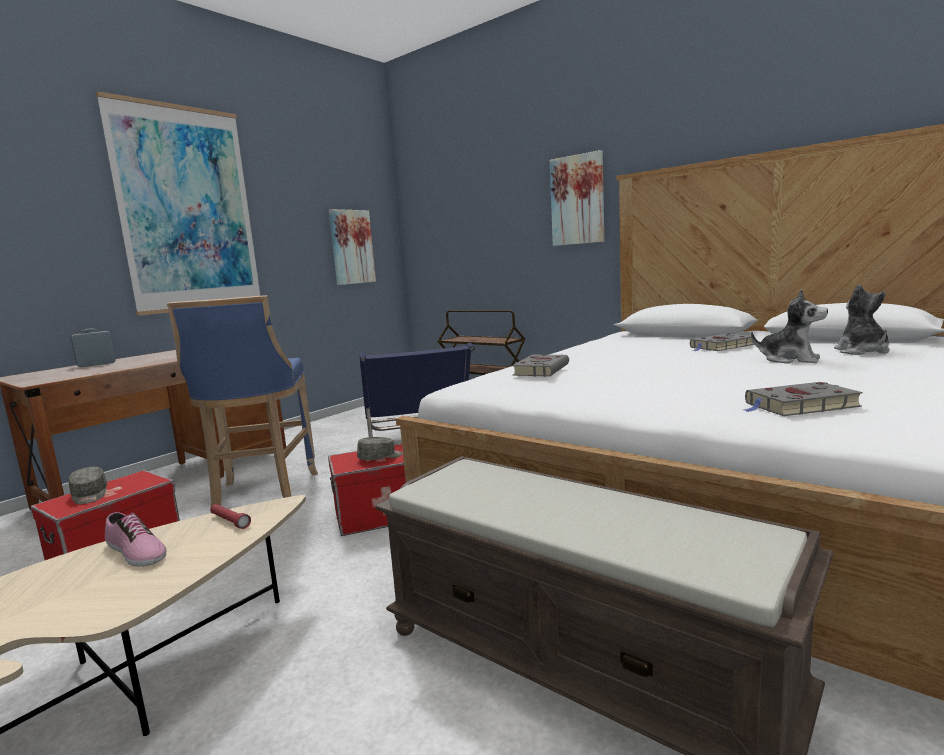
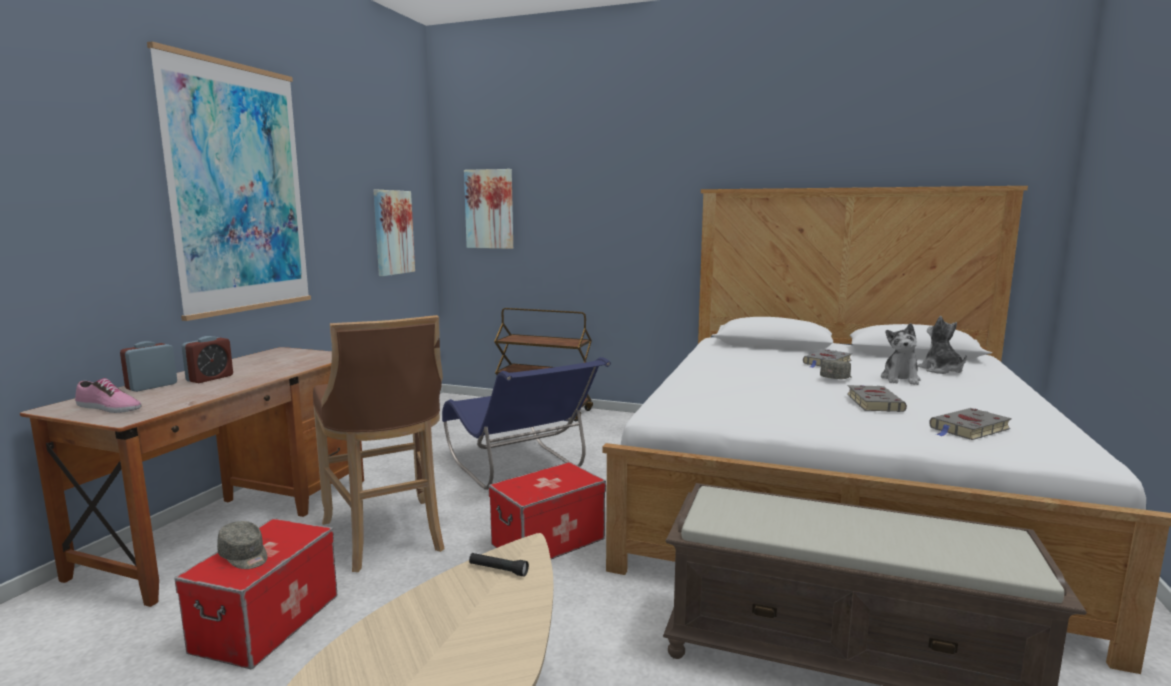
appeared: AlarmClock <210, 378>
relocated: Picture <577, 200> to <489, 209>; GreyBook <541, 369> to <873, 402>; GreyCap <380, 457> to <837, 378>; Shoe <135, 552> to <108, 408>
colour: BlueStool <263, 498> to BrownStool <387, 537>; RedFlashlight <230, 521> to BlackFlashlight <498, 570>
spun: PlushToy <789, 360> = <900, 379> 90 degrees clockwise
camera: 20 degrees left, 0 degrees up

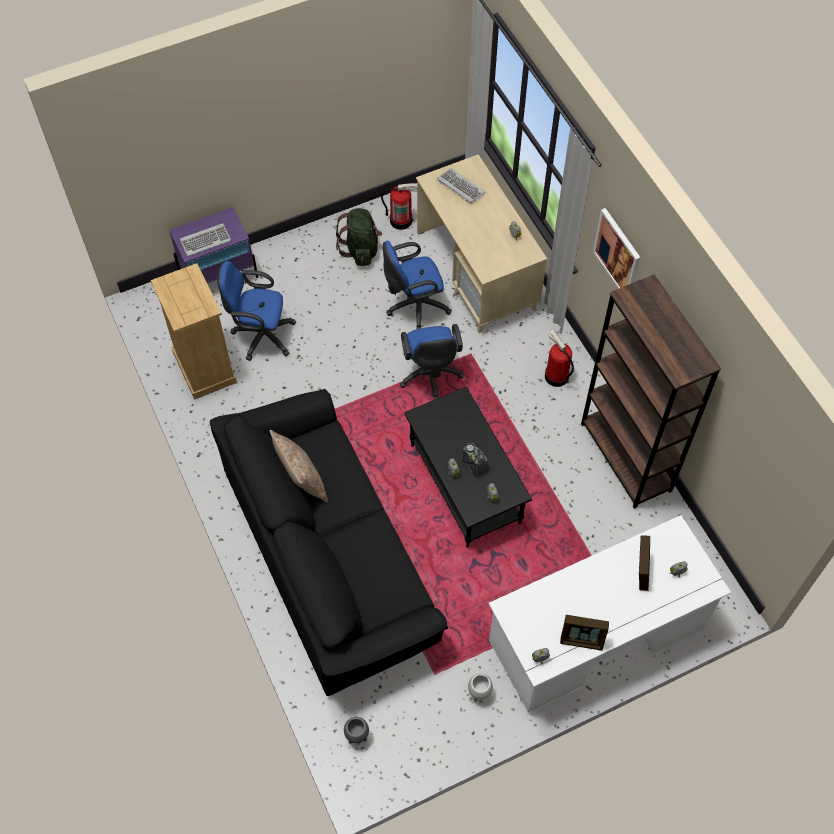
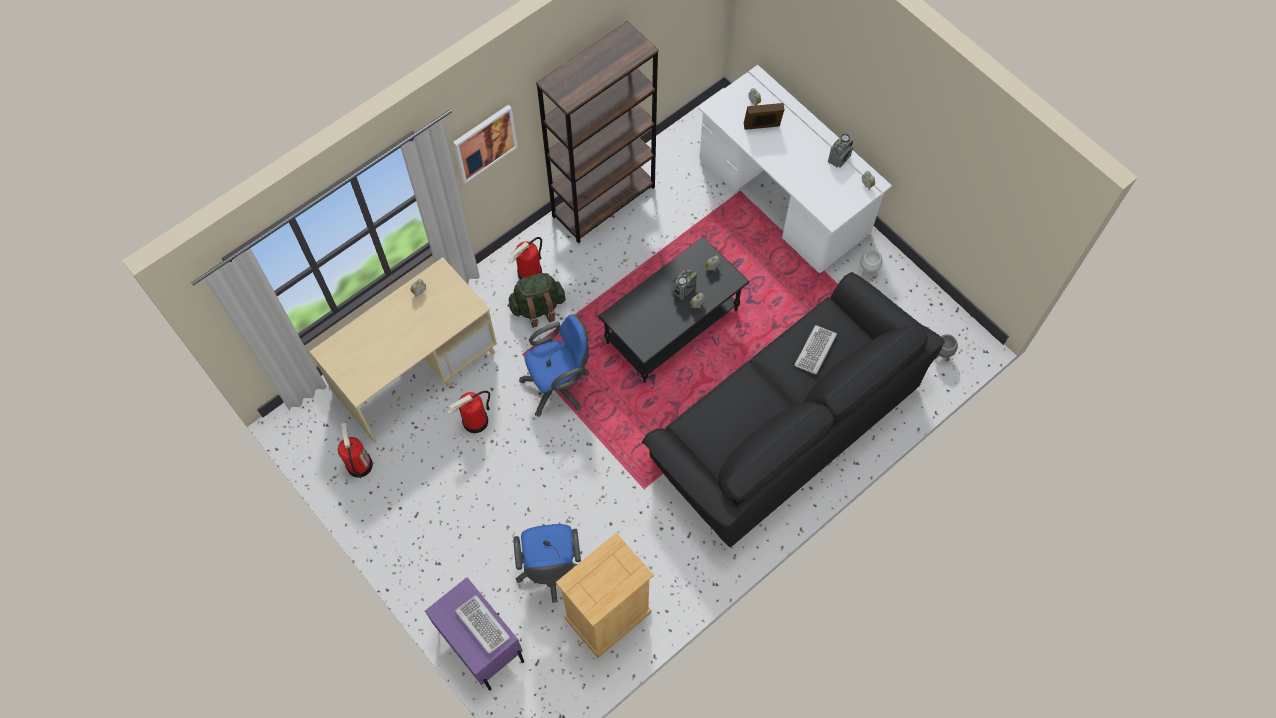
missing: BeigePillow <301, 480>
relocated: Keyboard <460, 187> to <815, 351>; GreenBackpack <361, 249> to <538, 308>
exchanged: BlueOfficeChair <414, 306> to FireExtinguisher <475, 421>; PictureFrame <582, 640> to Radio <839, 158>
camera: 105 degrees left, 5 degrees up

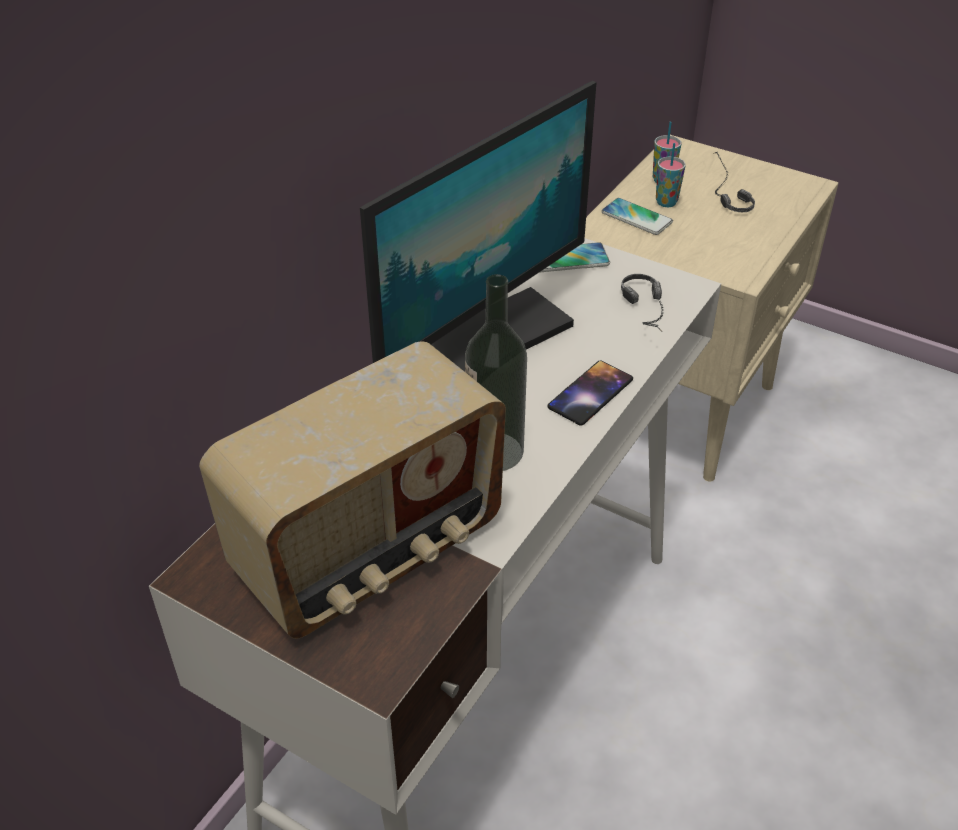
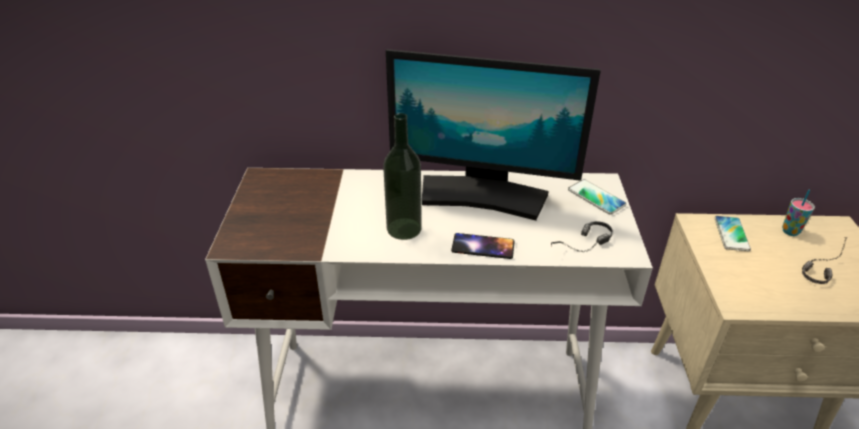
missing: Cup <666, 202>; Radio <370, 553>
camera: 60 degrees right, 5 degrees down

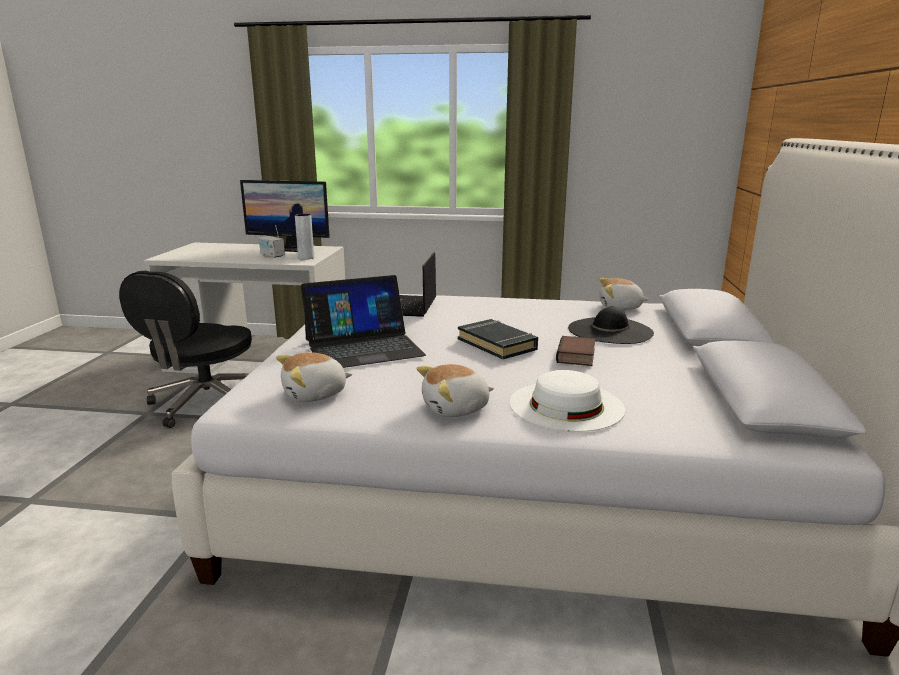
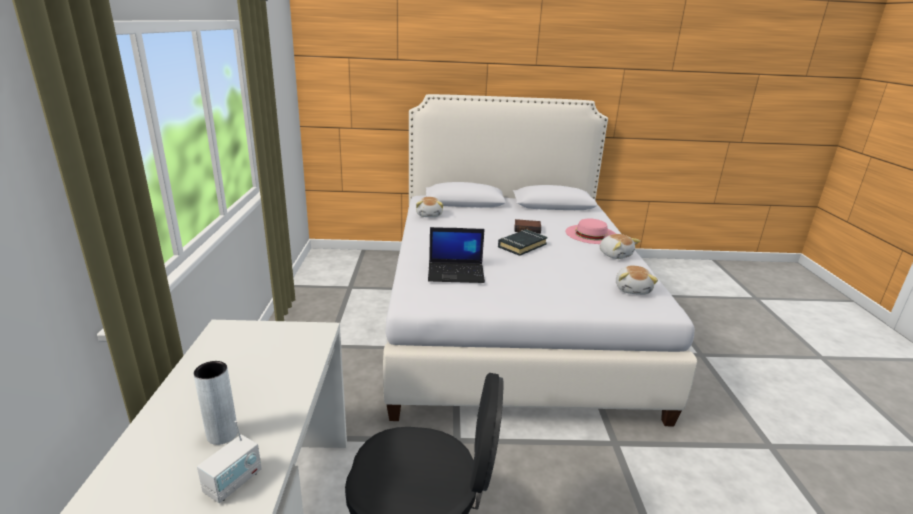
missing: Monitor <290, 249>; Laptop <363, 347>; BlackHat <610, 331>
relocated: GreyVase <306, 258> to <222, 434>; Radio <272, 255> to <233, 482>
colour: WhiteHat <566, 405> to PinkHat <591, 234>
spun: PlushToy <315, 394> = <633, 289> 45 degrees clockwise
camera: 100 degrees left, 5 degrees up

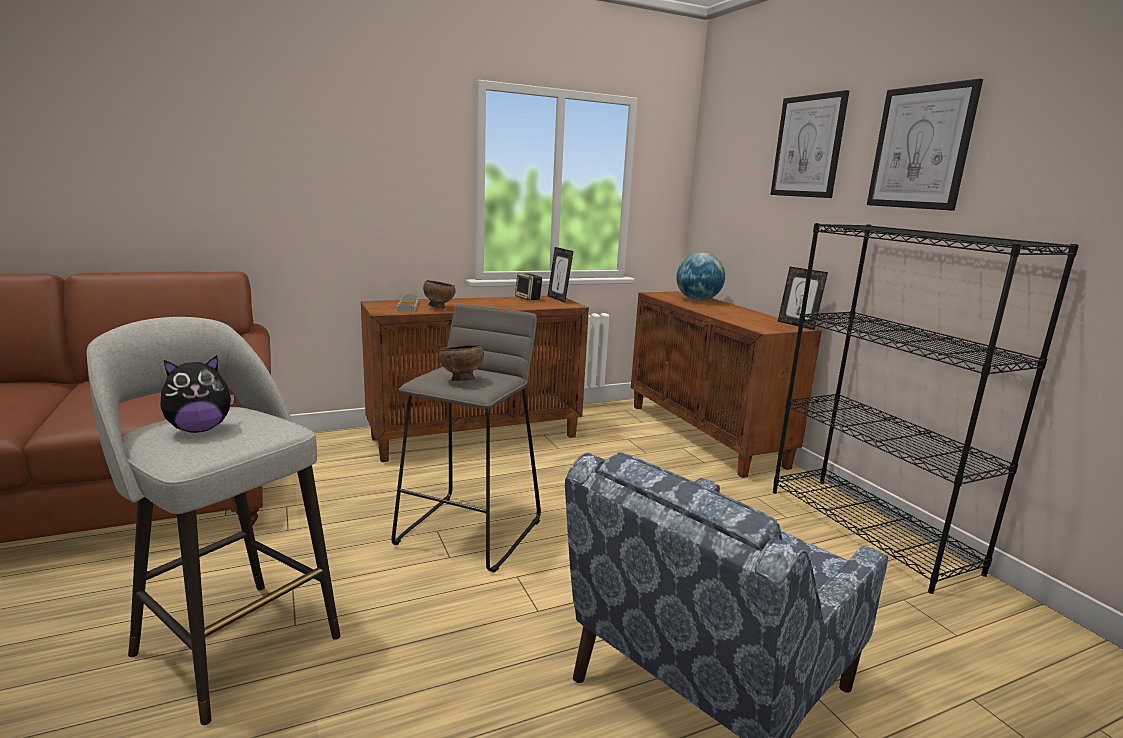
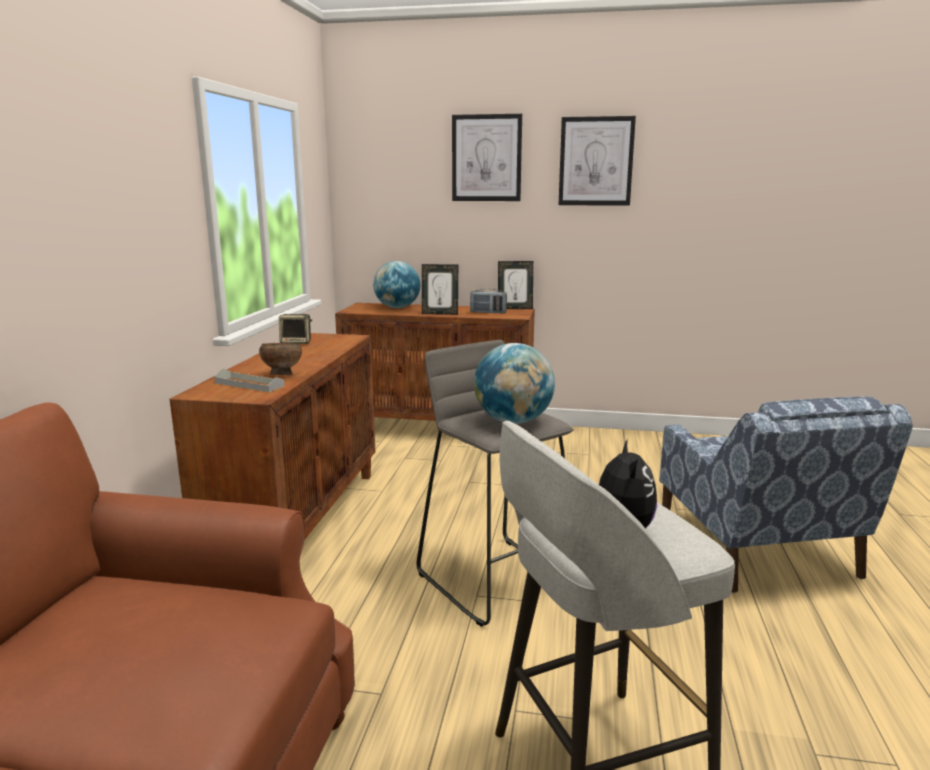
missing: BlackBookcase <869, 530>
appeared: Radio <488, 312>
relocated: PictureFrame <558, 299> to <440, 313>
exchanged: BrownBowl <461, 381> to Globe <513, 421>
camera: 55 degrees left, 0 degrees up

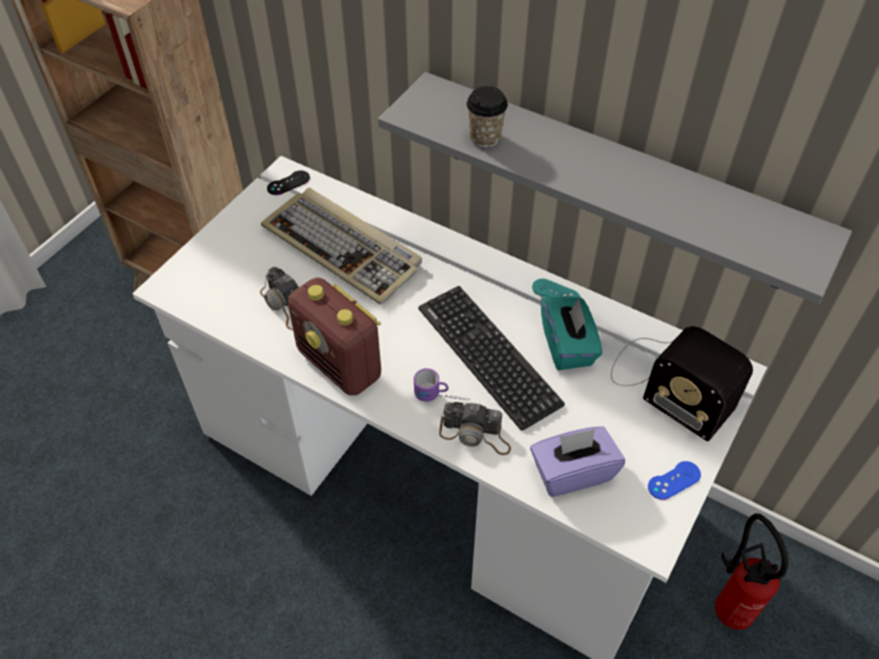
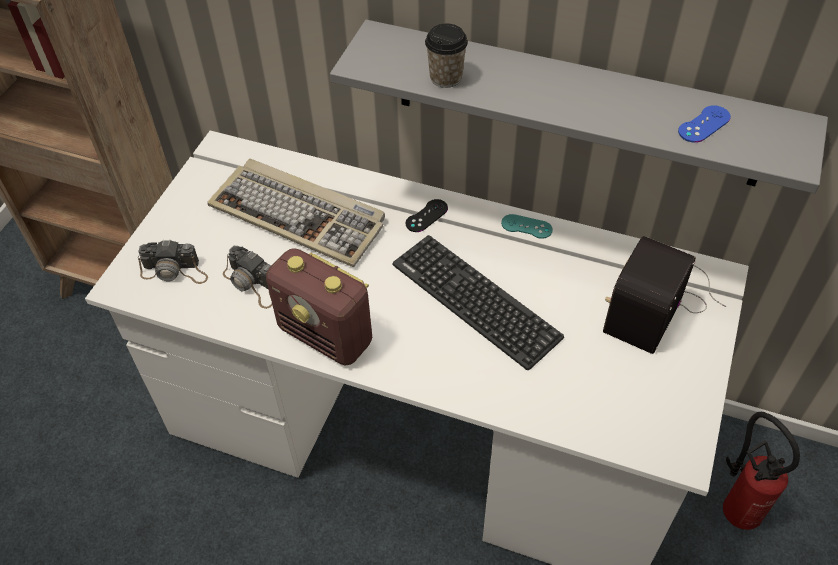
missing: TurquoiseTissueBox <567, 346>; Mug <441, 398>; PurpleTissueBox <572, 472>
relocated: BlackGameController <288, 183> to <426, 216>; PhotoCamera <475, 435> to <175, 271>; BlueGameController <674, 480> to <704, 124>
spun: Radio <668, 384> = <658, 298> 90 degrees clockwise
camera: 10 degrees left, 0 degrees up

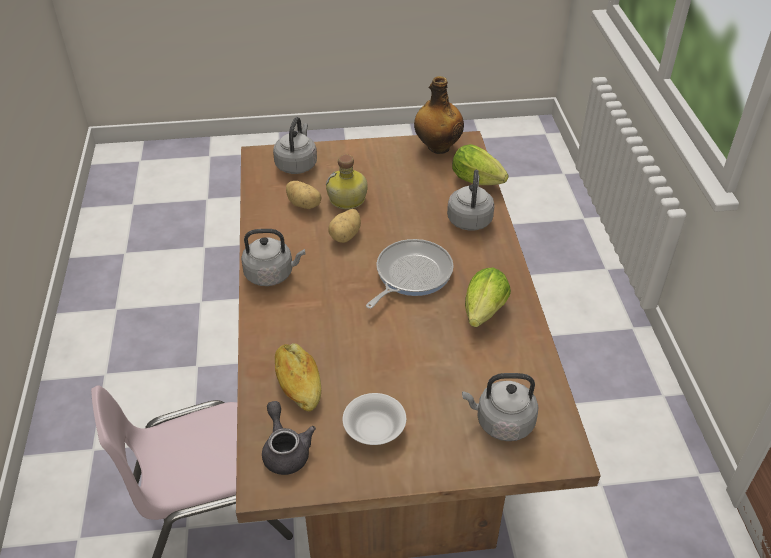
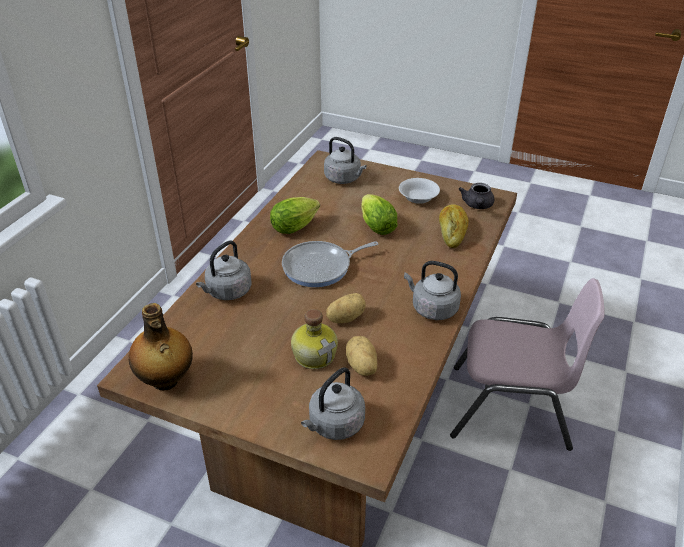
relocated: Lettuce <480, 182> to <375, 225>
camera: 150 degrees left, 5 degrees down

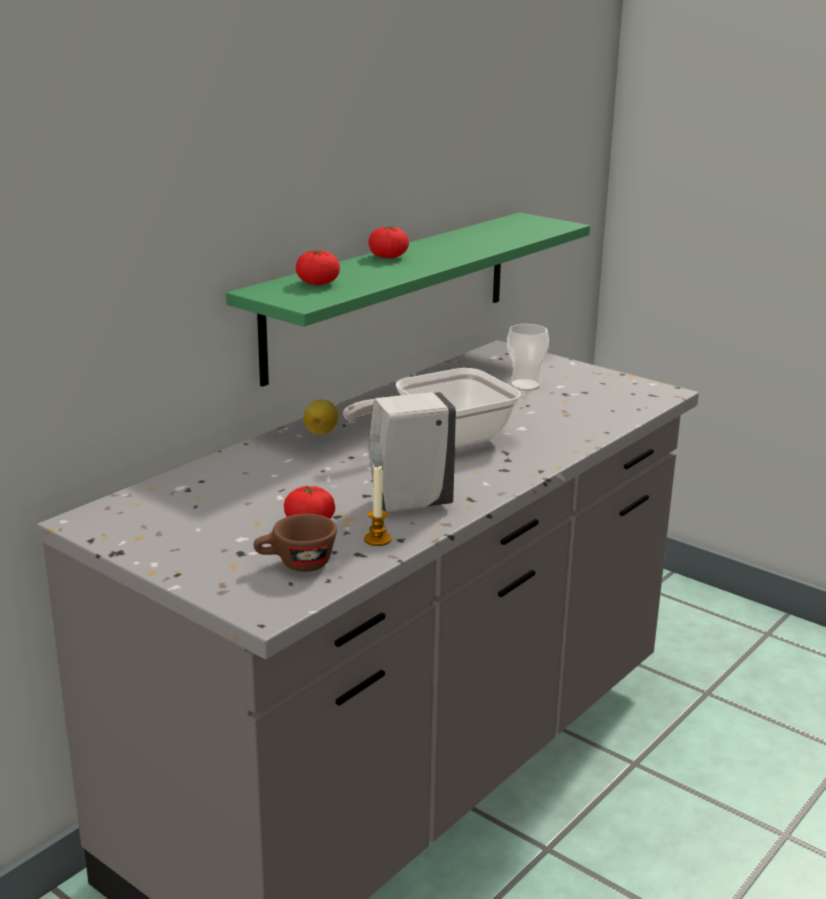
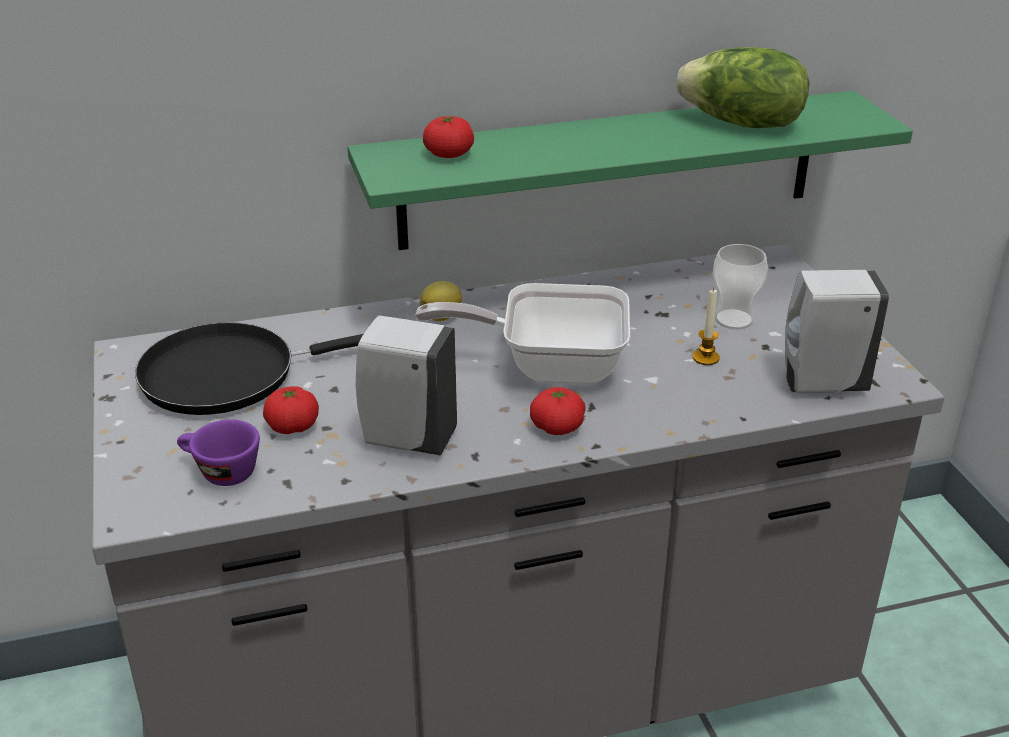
appeared: Lettuce <742, 124>; WhiteSoapDispenser <819, 384>; BlackFryingPan <230, 375>
relocated: Tomato <388, 257> to <557, 427>; Candle <377, 539> to <705, 358>
colour: BrownCup <296, 565> to PurpleCup <220, 472>
camera: 35 degrees right, 10 degrees up

